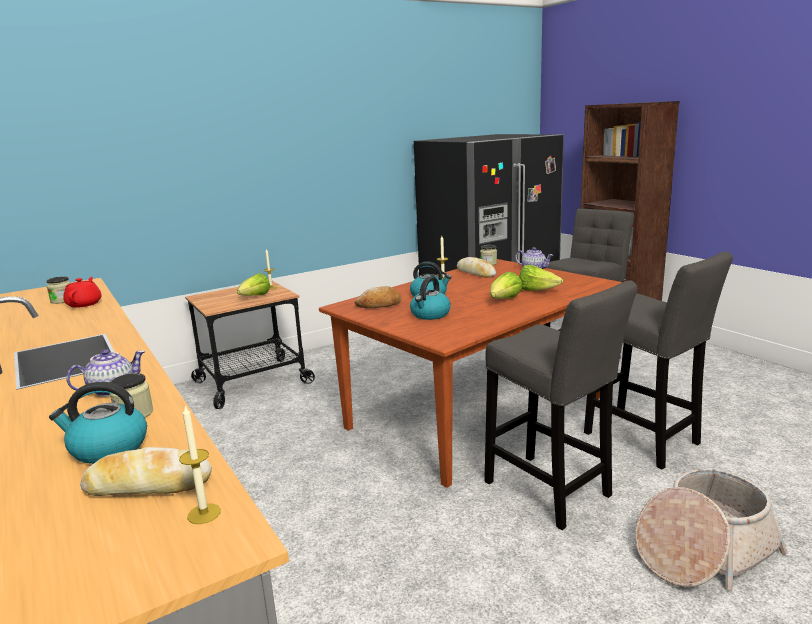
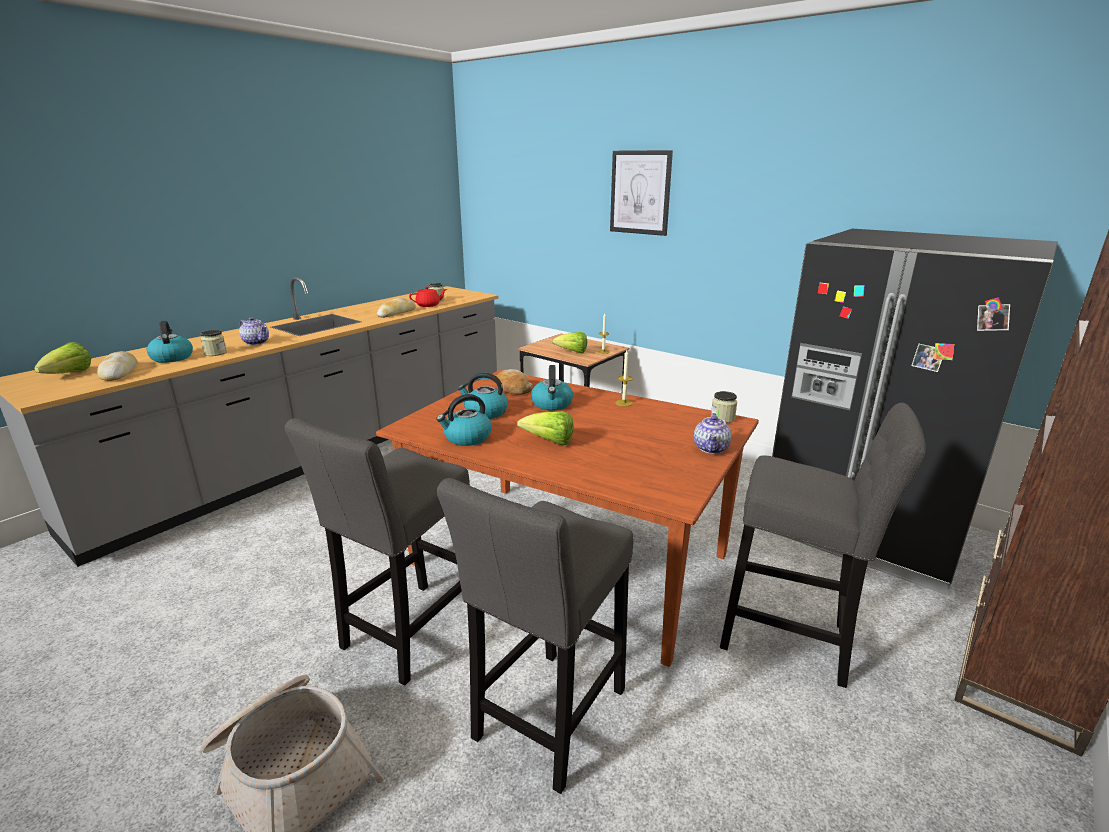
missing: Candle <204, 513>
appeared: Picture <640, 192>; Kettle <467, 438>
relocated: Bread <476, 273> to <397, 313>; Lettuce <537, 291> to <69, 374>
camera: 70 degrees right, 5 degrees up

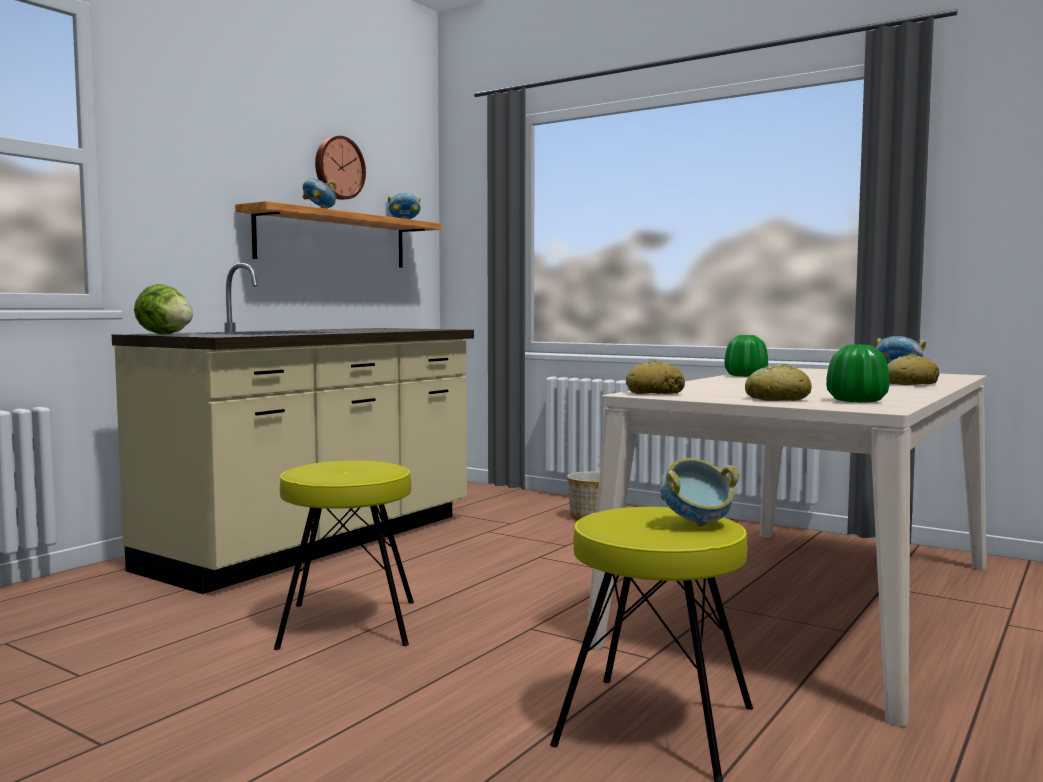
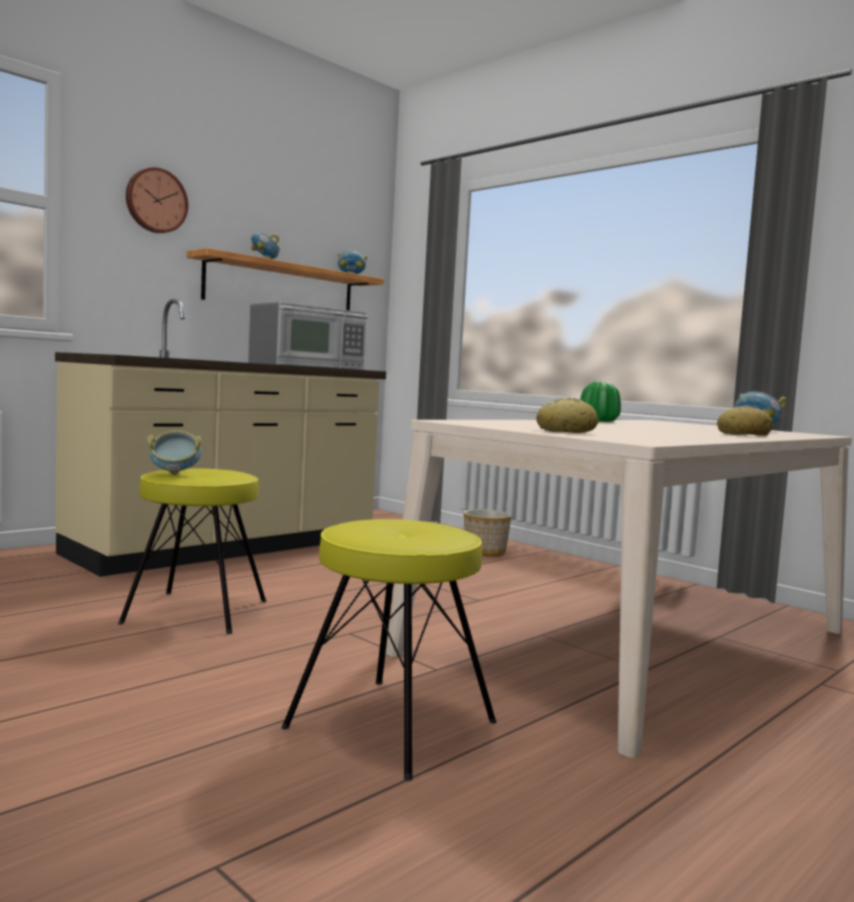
missing: Lettuce <165, 334>; GreenVase <856, 401>; Bread <655, 393>
appeared: Microwave <308, 366>
relocated: WallClock <338, 168> to <155, 201>; Bowl <695, 524> to <174, 474>
camera: 10 degrees right, 0 degrees up

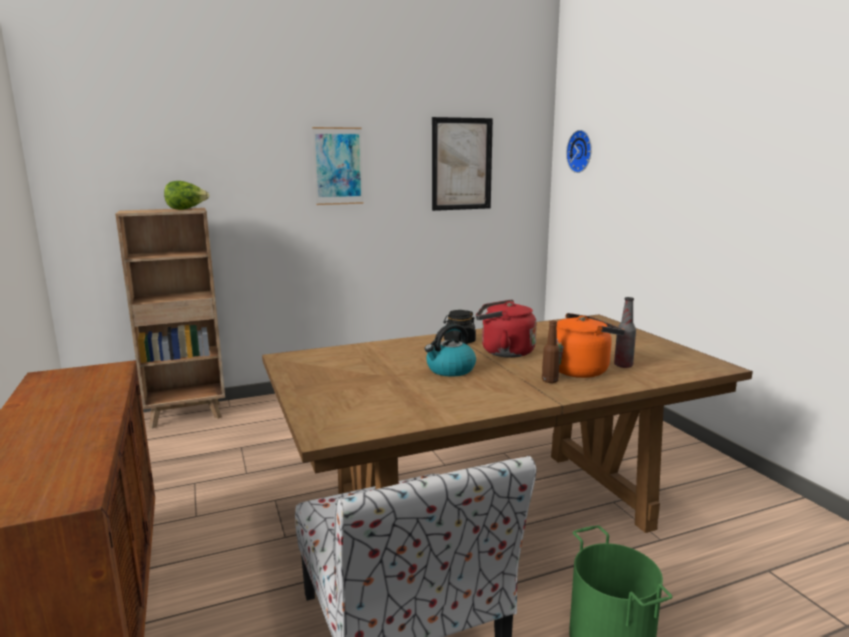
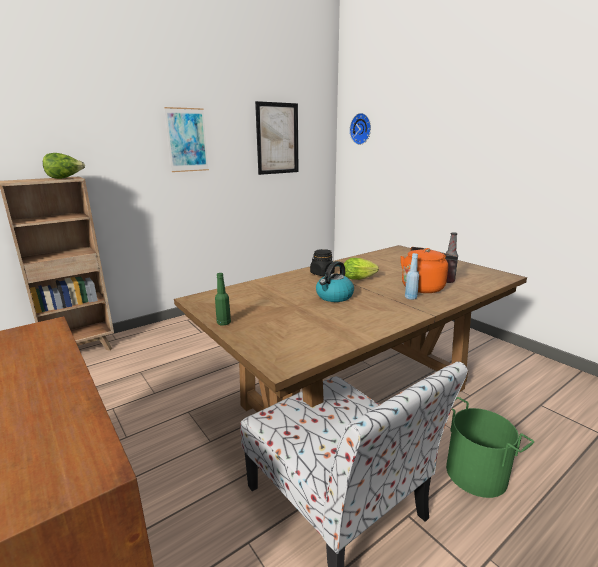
appeared: GreenBottle <223, 323>
exchanged: RedKettle <504, 352> to Lettuce <360, 278>
colour: BrownBottle <550, 380> to BlueBottle <410, 298>
camera: 15 degrees left, 5 degrees up

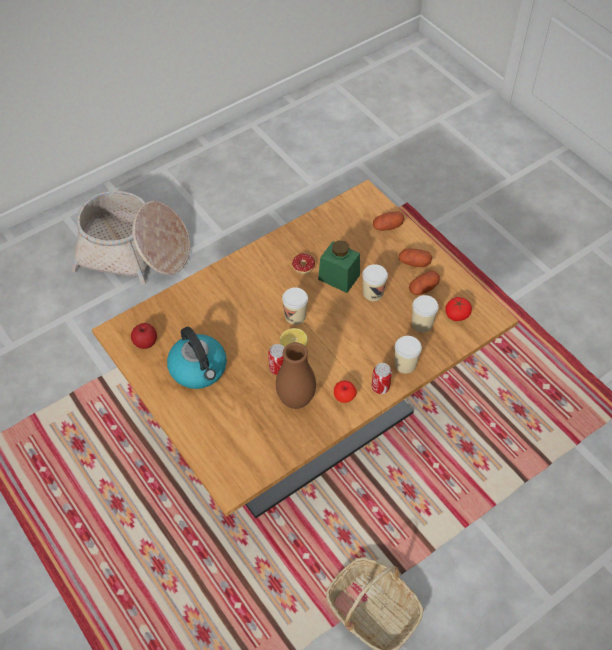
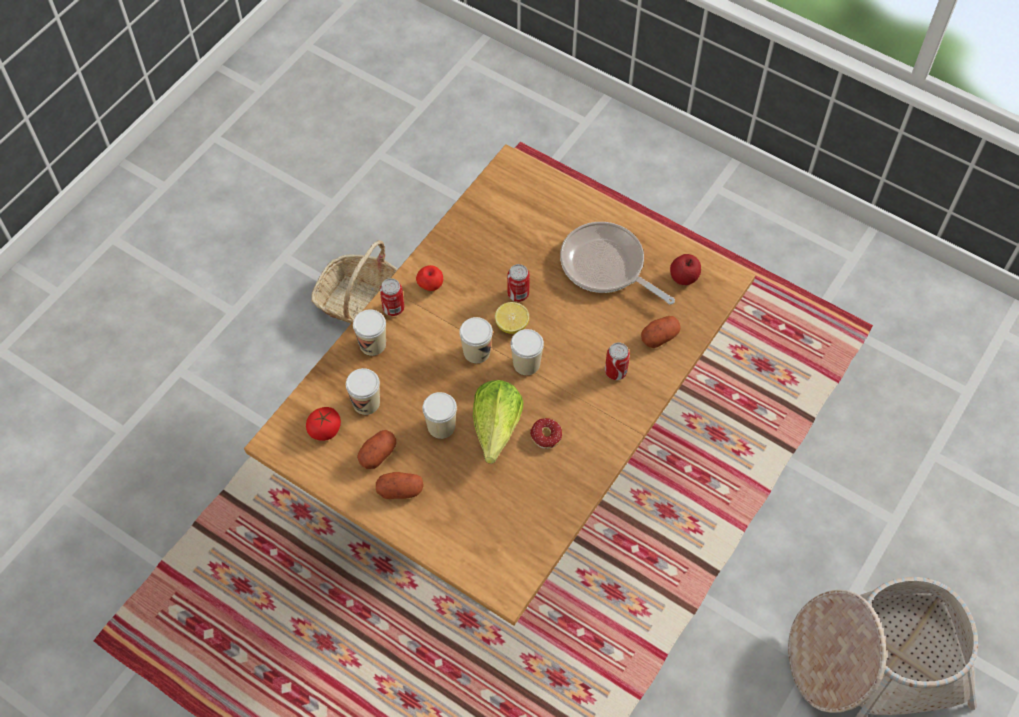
missing: BrownVase <296, 400>
appeared: Cup <476, 352>; Can <615, 372>
relocated: Potato <387, 226> to <659, 337>
exchanged: GreenJar <339, 277> to Lettuce <493, 435>; Kettle <199, 369> to FryingPan <606, 266>
camera: 160 degrees right, 5 degrees up

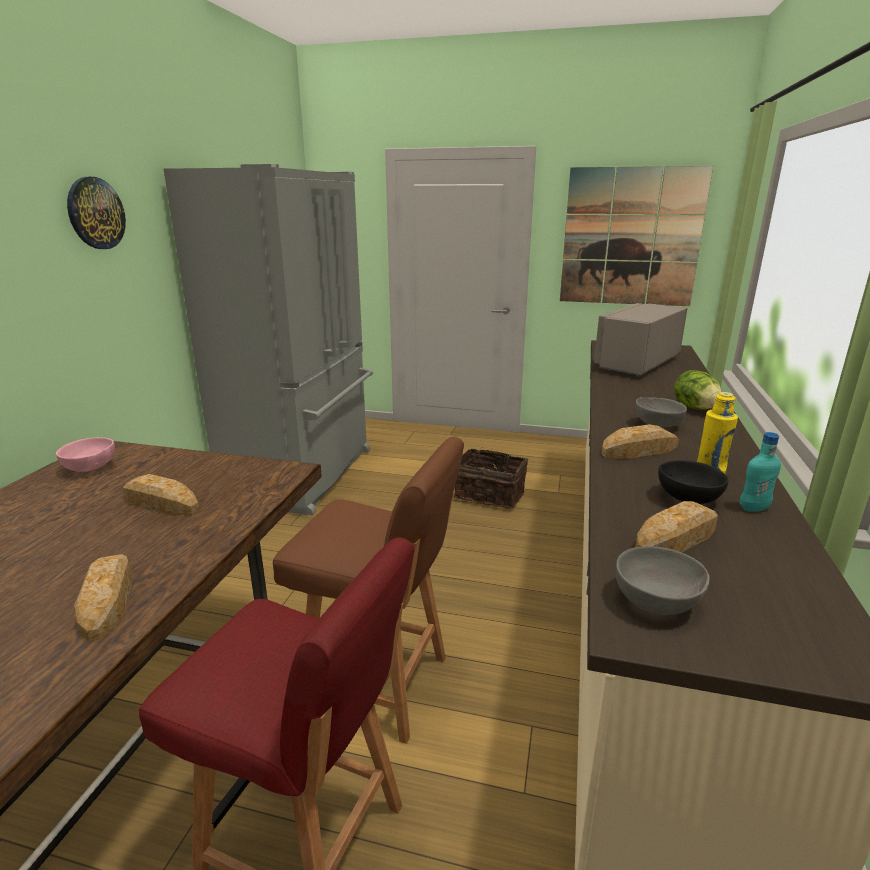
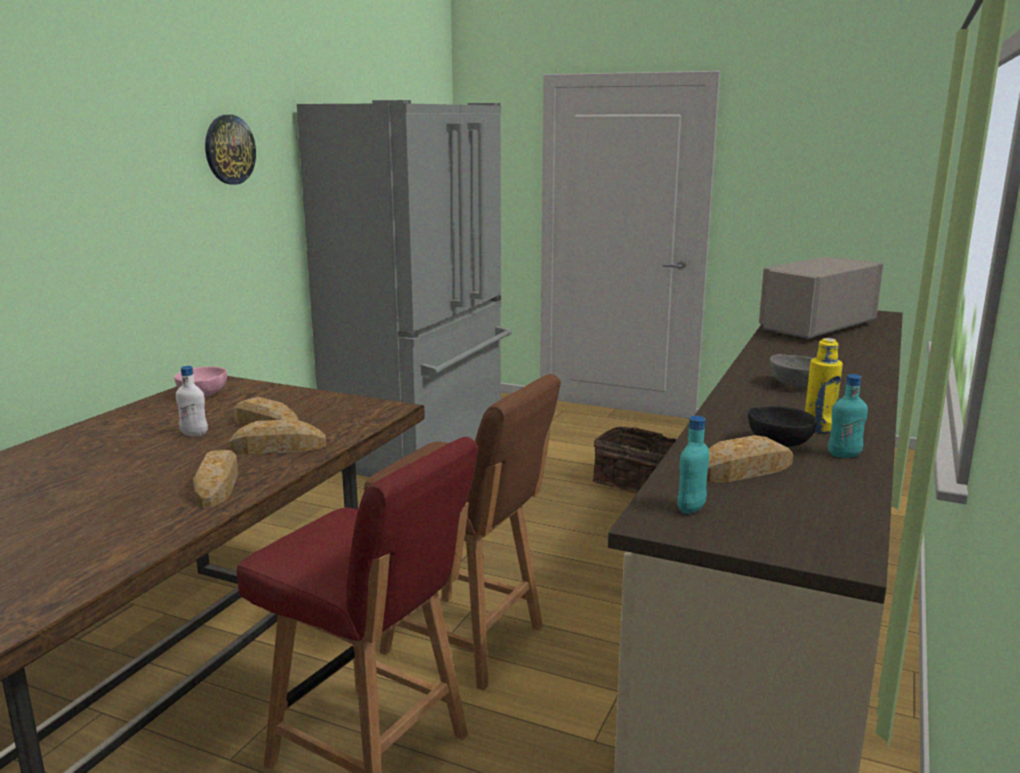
missing: Picture <631, 237>; Lettuce <695, 408>
appeared: WhiteBottle <194, 434>
relocated: Bread <639, 450> to <278, 447>
exchanged: GreyBowl <658, 603> to TurquoiseBottle <691, 508>
camera: 10 degrees right, 5 degrees down

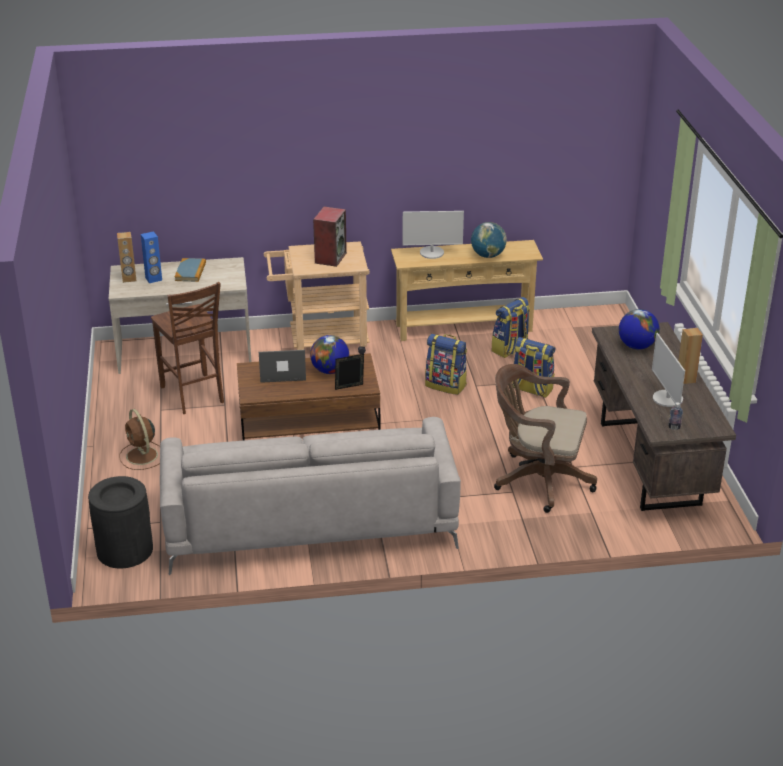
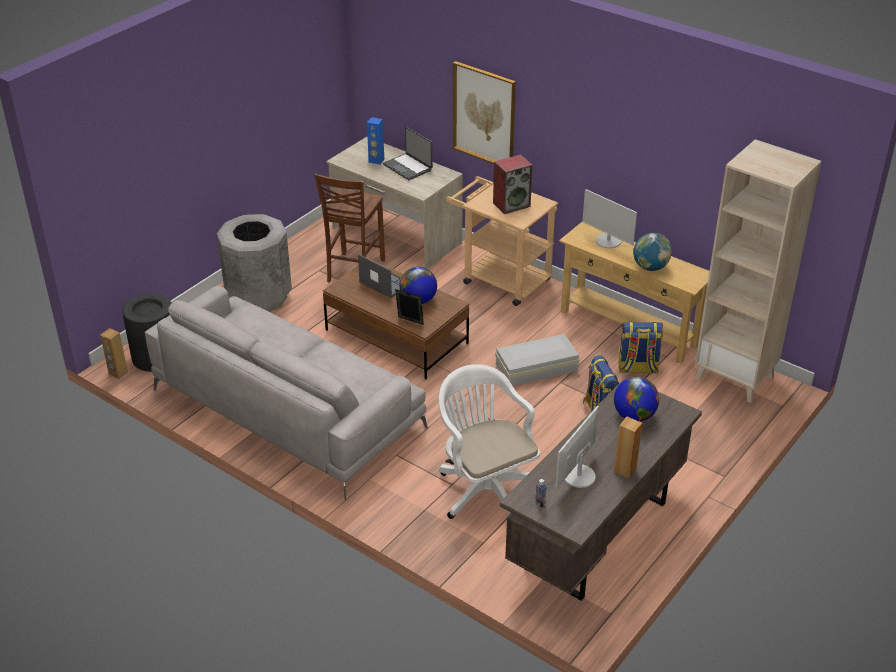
appeared: Picture <484, 115>; BeigeBookcase <735, 377>
relocated: BrownSpeaker <129, 279> to <118, 373>
exchanged: Book <190, 272> to Laptop <408, 167>; Backpack <446, 385> to WhiteStorageBox <538, 368>; BrownFan <142, 456> to GreyTrashCan <259, 297>
colour: BrownOfficeChair <538, 480> to WhiteOfficeChair <485, 488>
camera: 45 degrees right, 5 degrees up

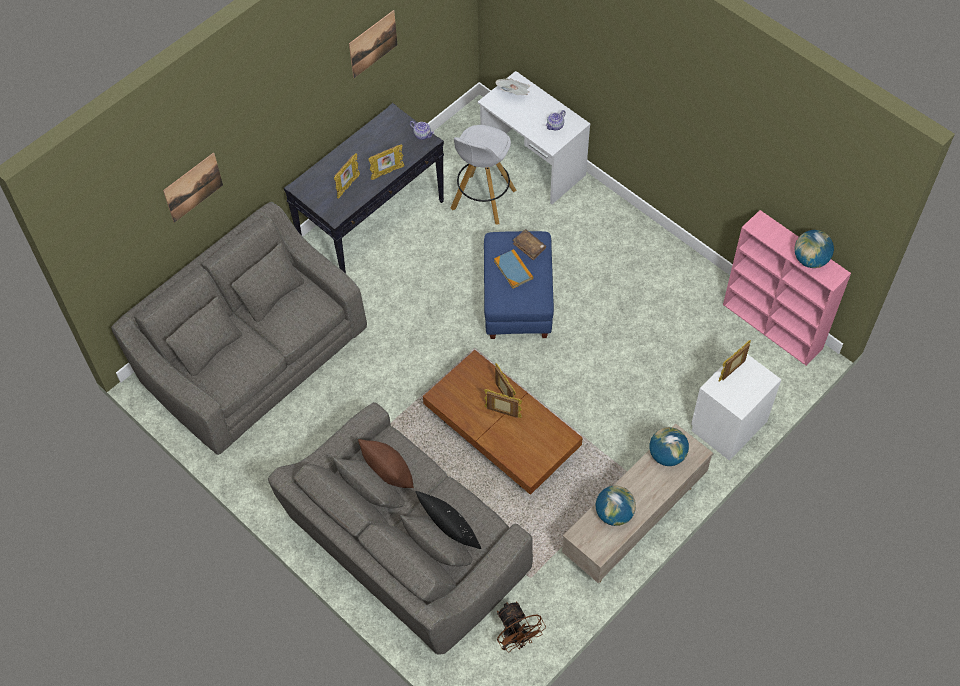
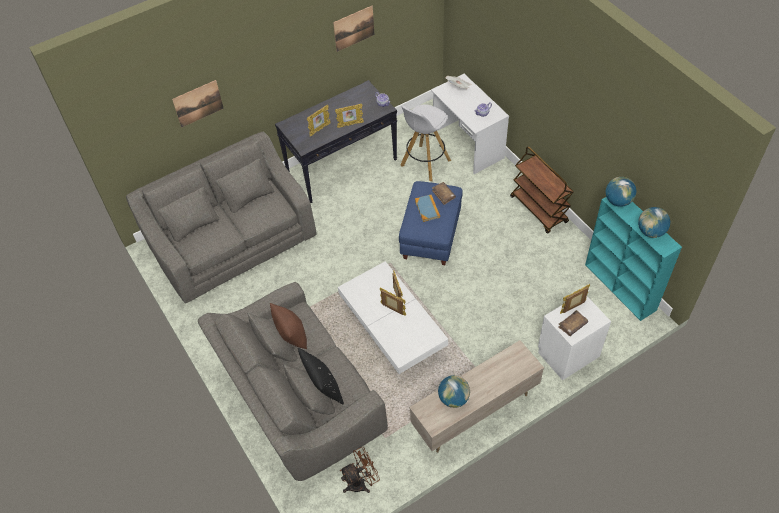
appeared: BrownCart <539, 210>; BrownBook <572, 325>
relocated: Globe <667, 455> to <618, 201>
colour: PinkBookcase <773, 327> to TurquoiseBookcase <621, 287>; BrownCoffeeTable <501, 435> to WhiteCoffeeTable <392, 328>
spun: BrownFan <516, 639> = <361, 482> 105 degrees counterclockwise
camera: 15 degrees right, 5 degrees down

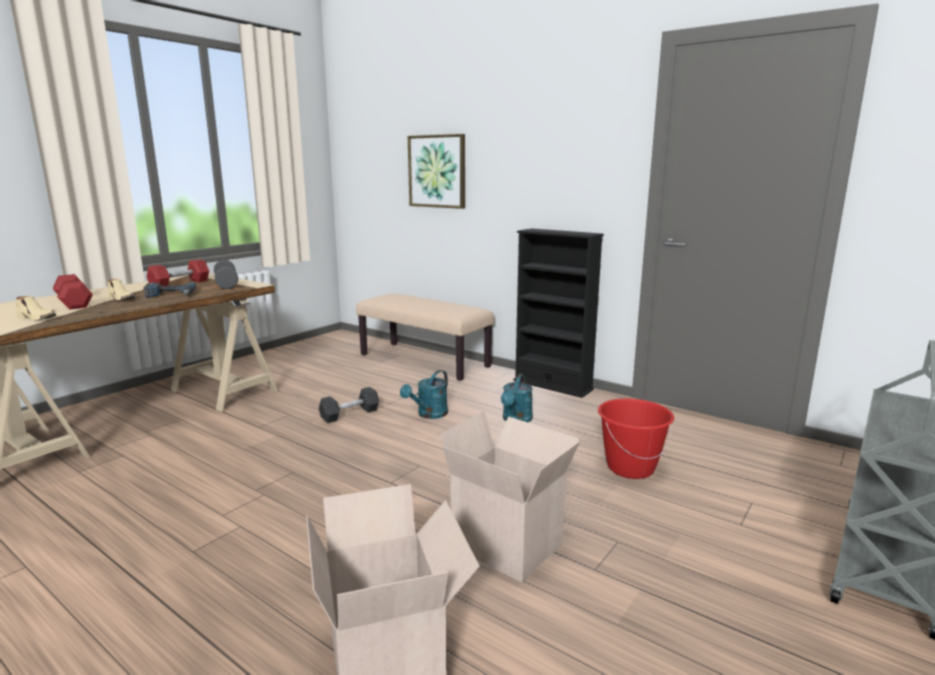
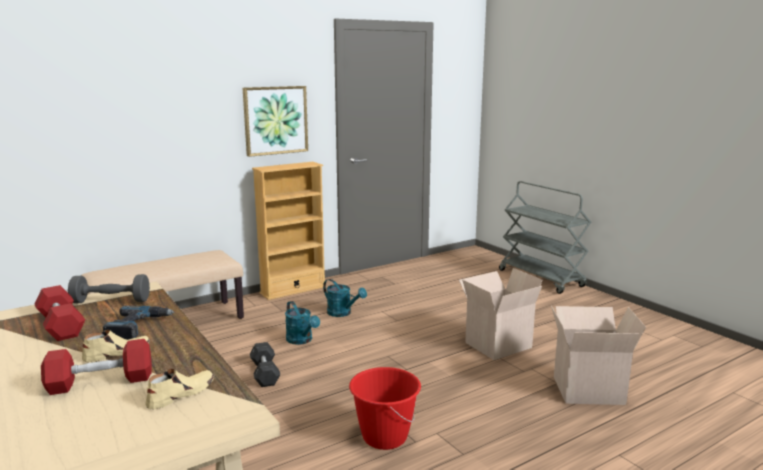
relocated: Picture <437, 171> to <275, 120>; RedBucket <630, 468> to <384, 437>
colour: BlackBookcase <552, 385> to BeigeBookcase <293, 290>
camera: 70 degrees left, 0 degrees up

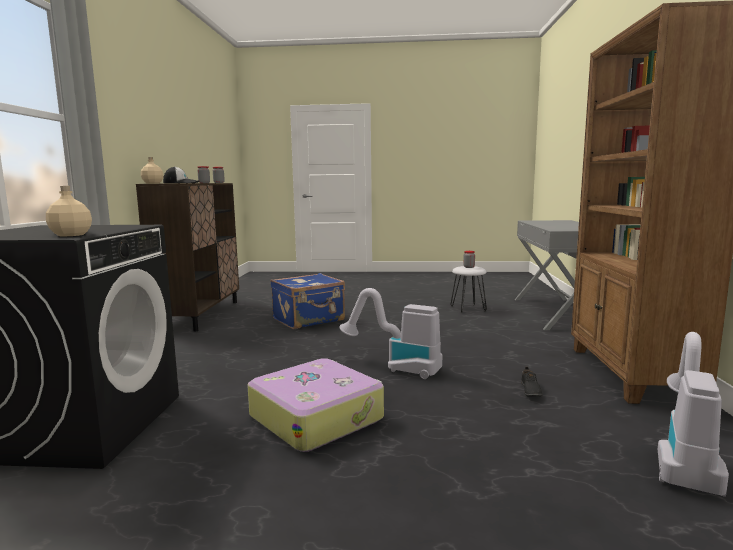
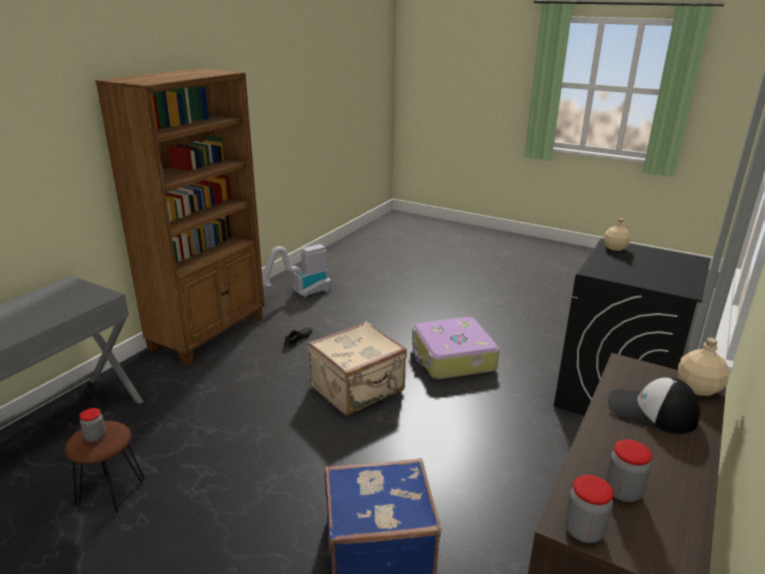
exchanged: VacuumCleaner <396, 367> to BeigeSuitcase <358, 389>
colour: WhiteStool <468, 308> to BrownStool <110, 493>
camera: 155 degrees left, 15 degrees up

